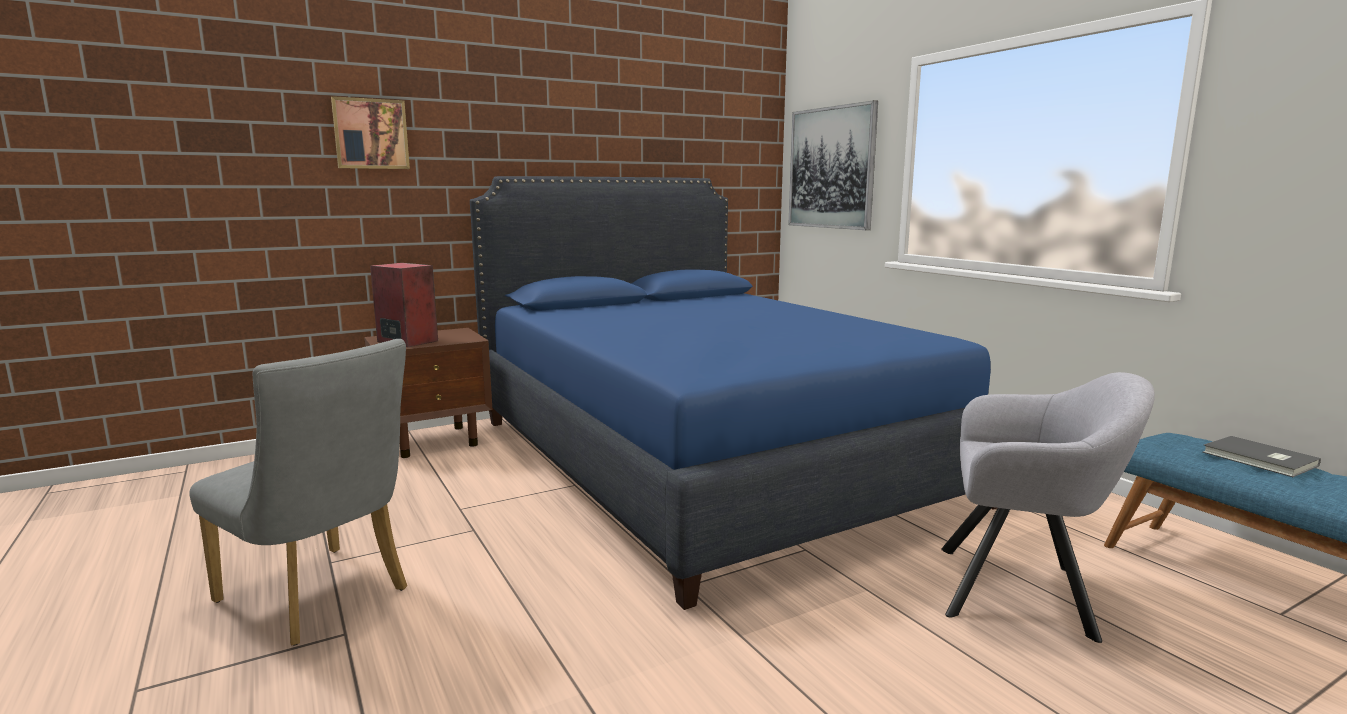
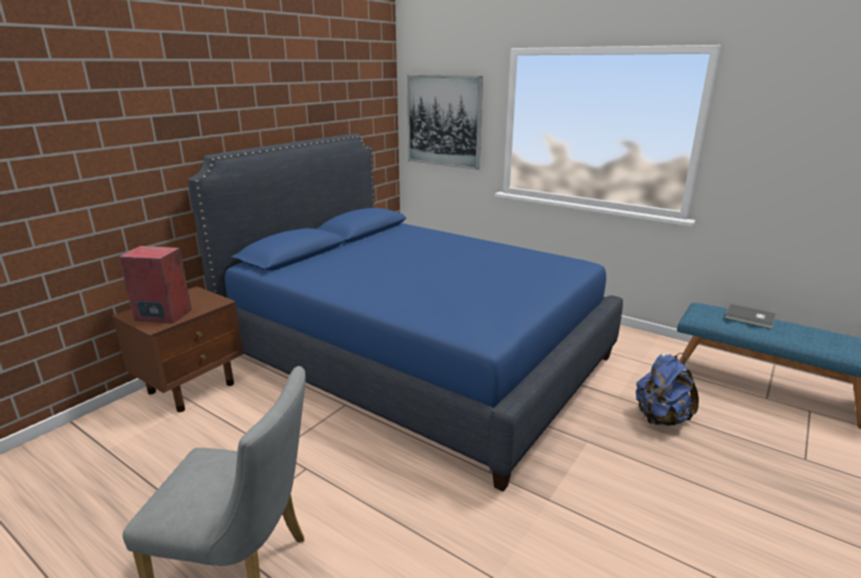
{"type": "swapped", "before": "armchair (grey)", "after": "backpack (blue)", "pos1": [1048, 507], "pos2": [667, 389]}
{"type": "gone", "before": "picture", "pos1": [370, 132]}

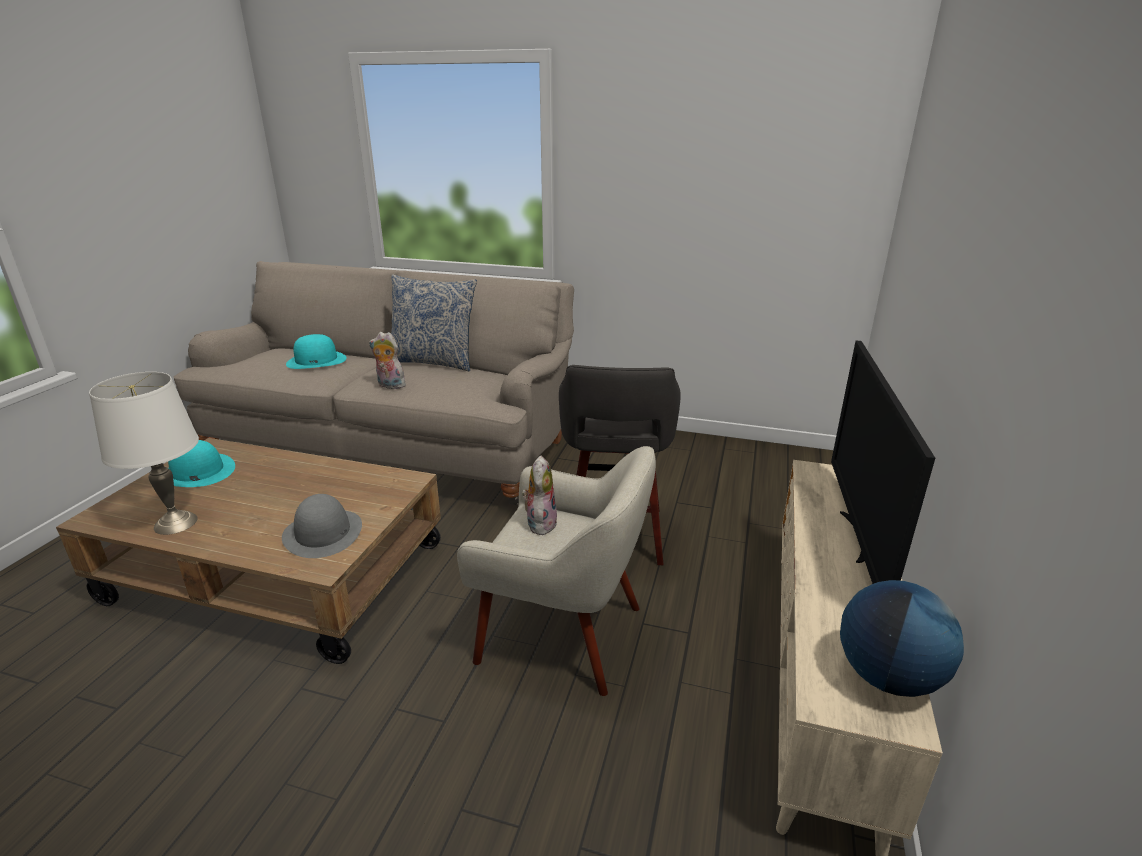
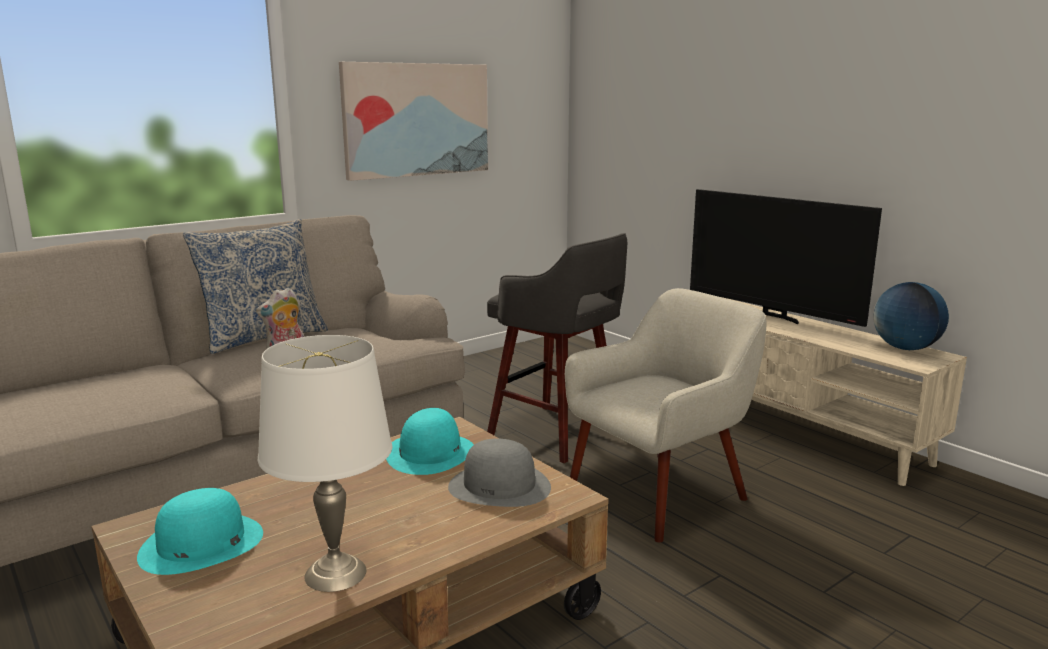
{"type": "new", "after": "picture", "pos2": [413, 121]}
{"type": "shifted", "before": "hat (turquoise)", "pos1": [316, 351], "pos2": [430, 441]}
{"type": "gone", "before": "plush toy", "pos1": [539, 495]}

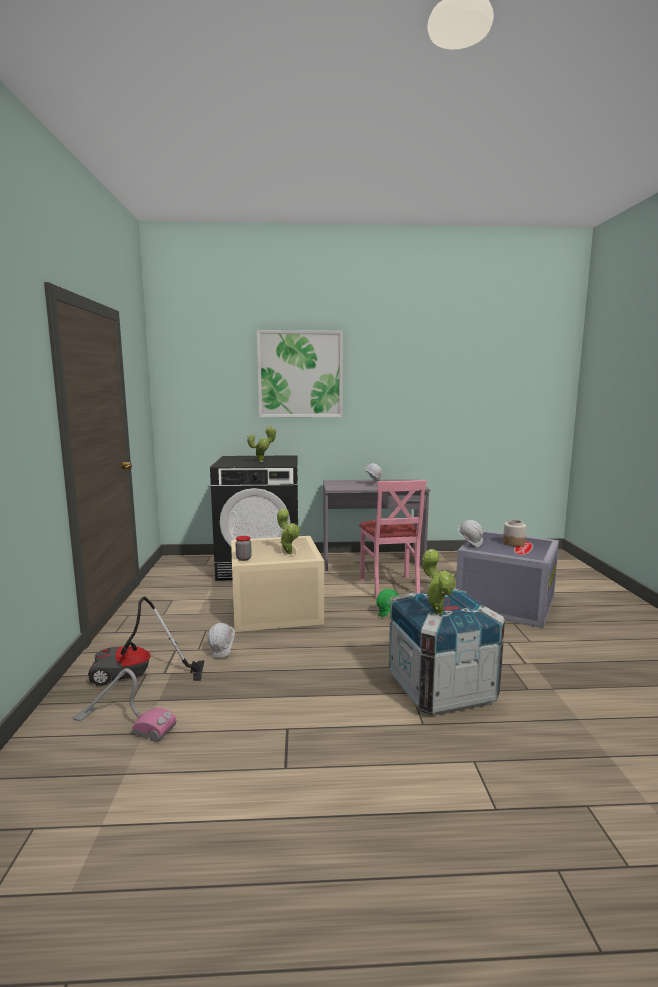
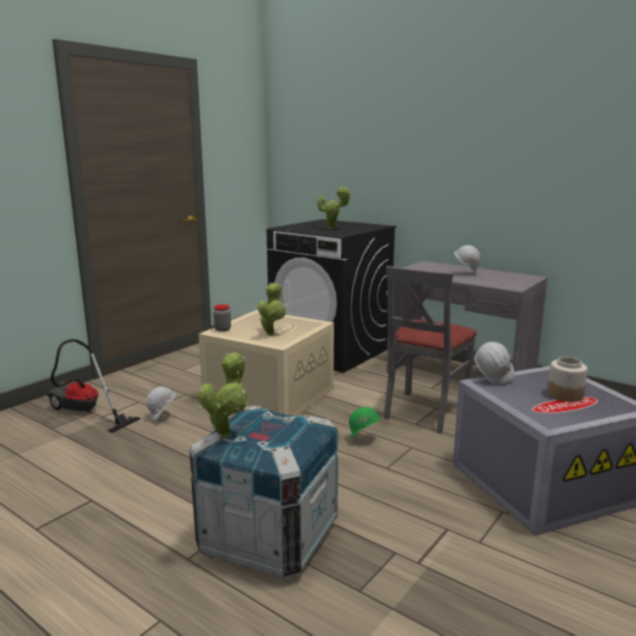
{"type": "repainted", "before": "chair (pink)", "after": "chair (grey)", "pos1": [393, 539], "pos2": [430, 349]}
{"type": "gone", "before": "vacuum cleaner", "pos1": [124, 705]}
{"type": "gone", "before": "picture", "pos1": [300, 374]}

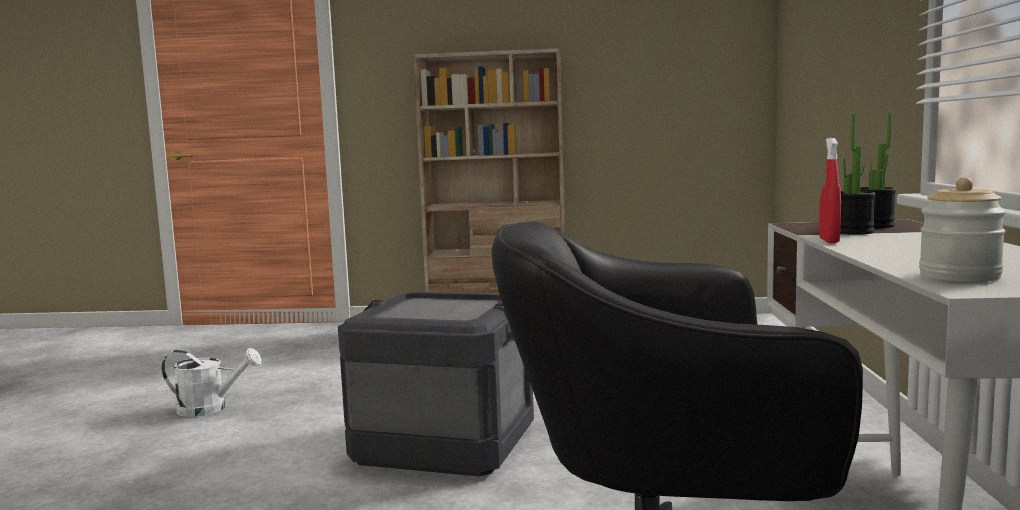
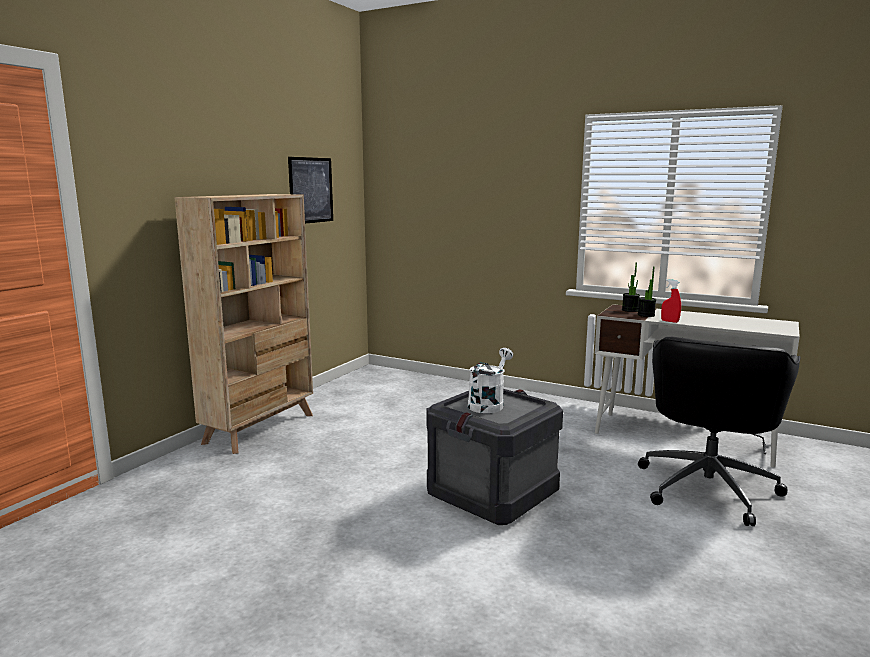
{"type": "new", "after": "picture", "pos2": [310, 190]}
{"type": "shifted", "before": "watering can (white)", "pos1": [211, 382], "pos2": [490, 380]}
{"type": "gone", "before": "jar", "pos1": [963, 229]}

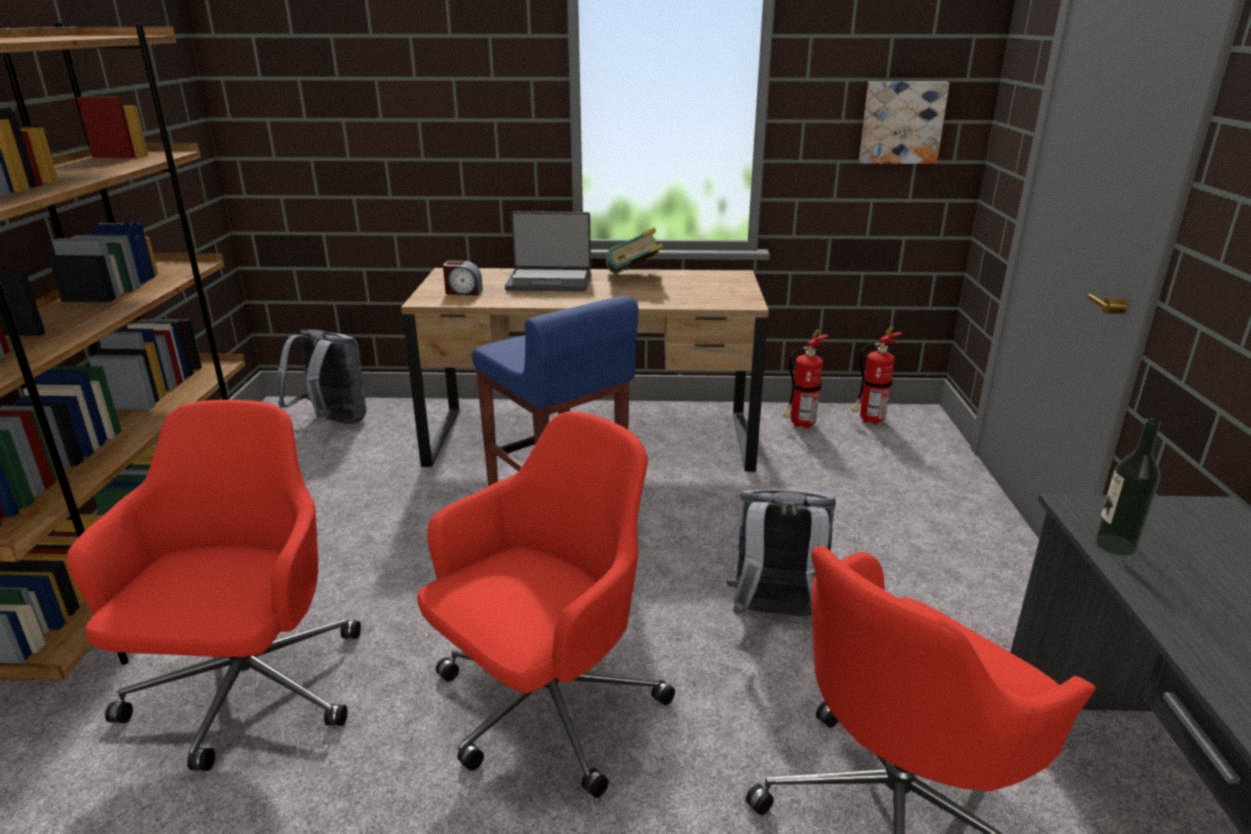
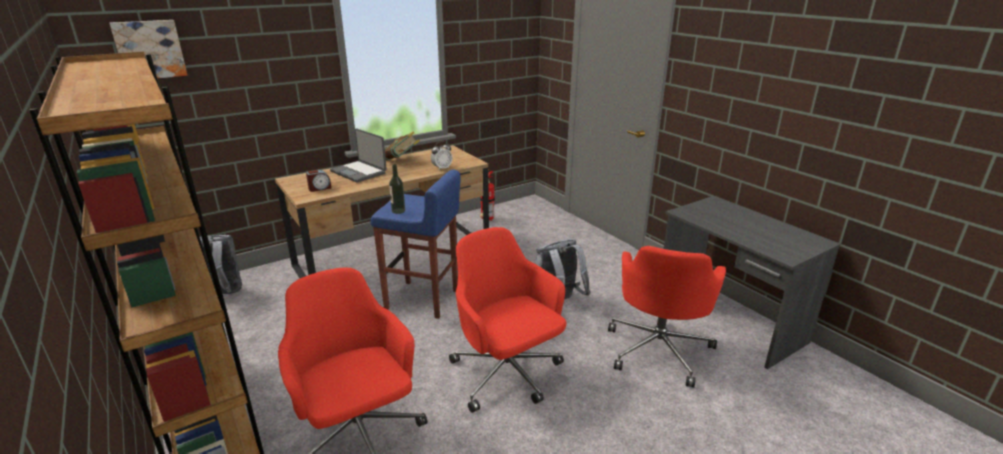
{"type": "shifted", "before": "picture", "pos1": [904, 122], "pos2": [148, 49]}
{"type": "rotated", "before": "laptop", "pos1": [548, 251], "pos2": [358, 155], "turn": 75}
{"type": "shifted", "before": "bottle", "pos1": [1128, 487], "pos2": [397, 189]}
{"type": "new", "after": "alarm clock", "pos2": [441, 156]}
{"type": "rotated", "before": "office chair (red)", "pos1": [546, 604], "pos2": [507, 320], "turn": -45}
{"type": "gone", "before": "fire extinguisher", "pos1": [876, 375]}

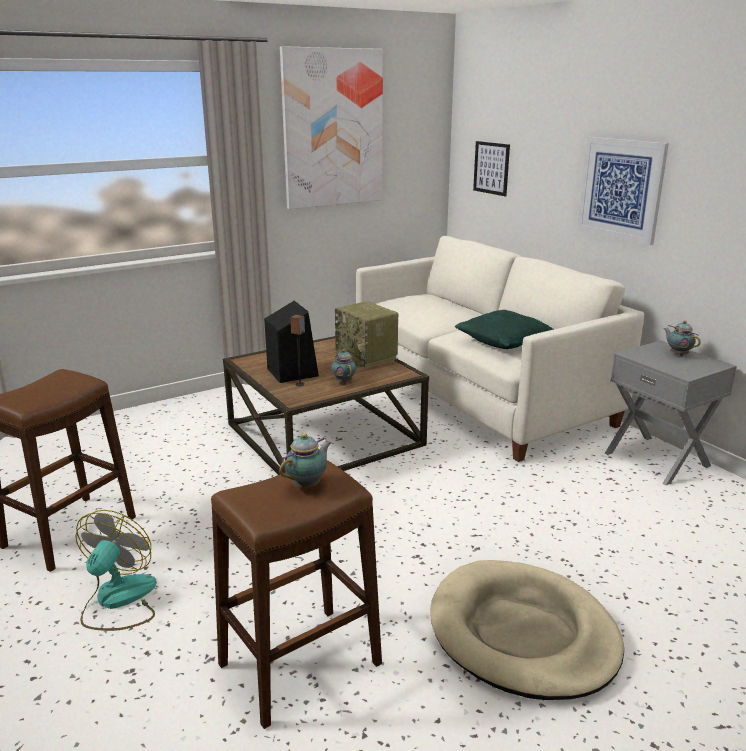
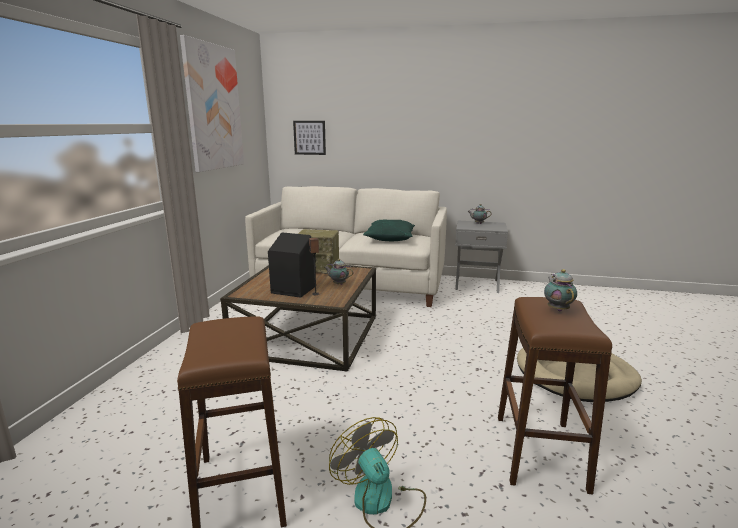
{"type": "gone", "before": "picture", "pos1": [623, 191]}

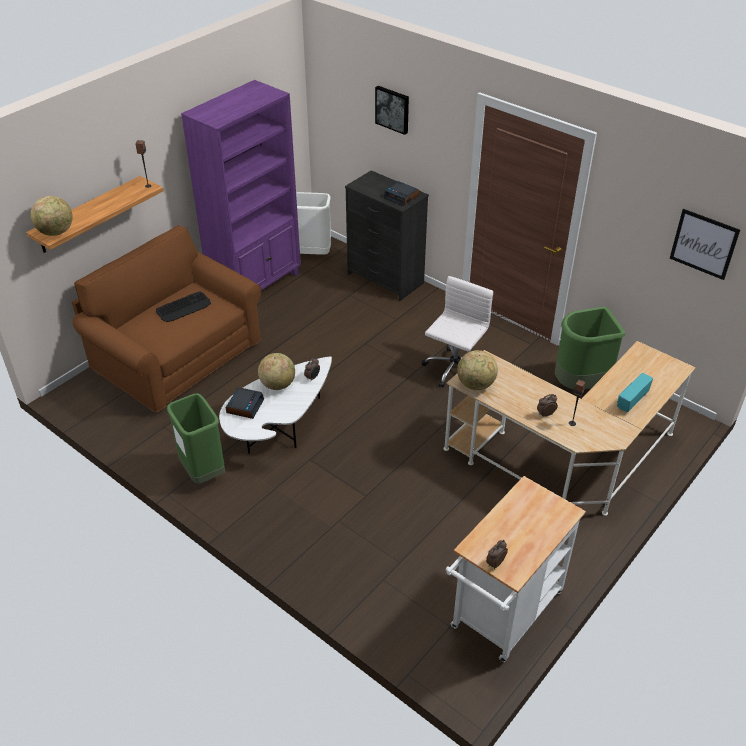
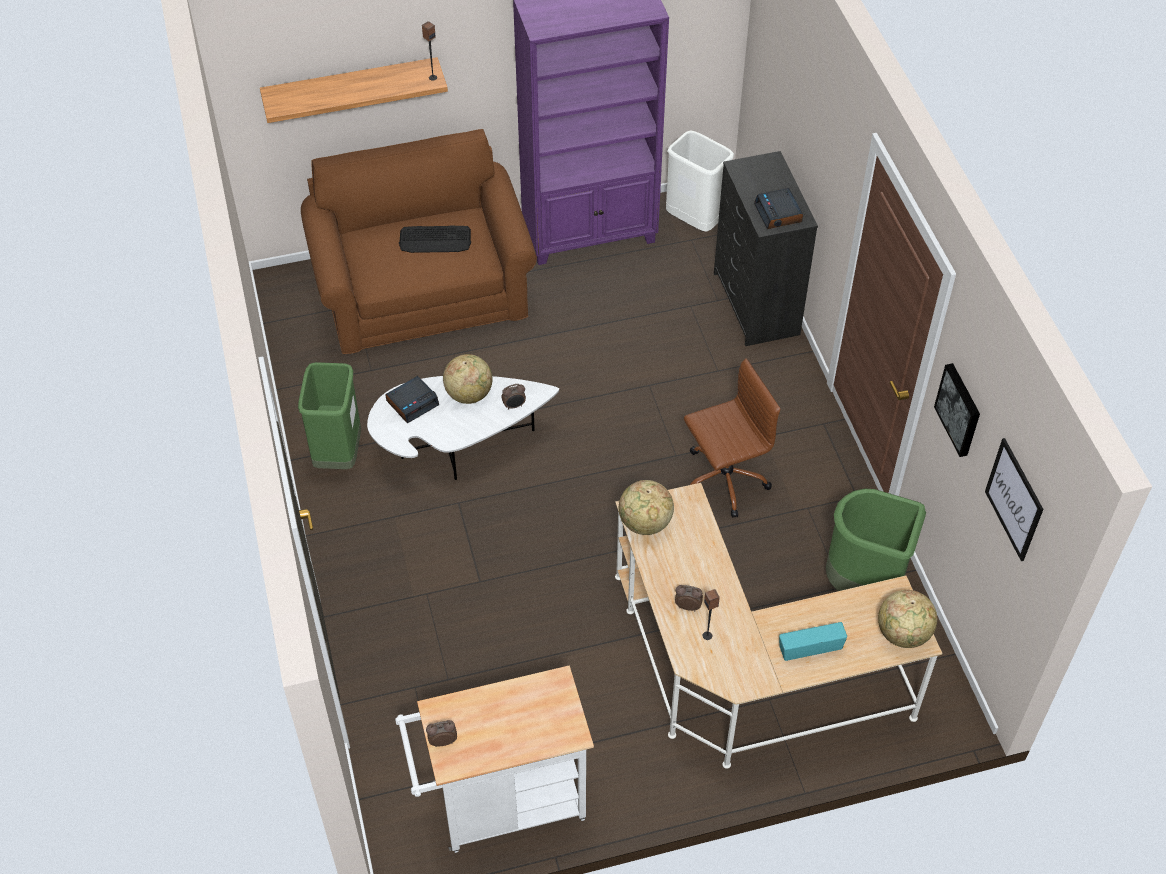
{"type": "repainted", "before": "office chair (white)", "after": "office chair (brown)", "pos1": [457, 332], "pos2": [732, 438]}
{"type": "shifted", "before": "globe", "pos1": [52, 216], "pos2": [907, 619]}
{"type": "shifted", "before": "picture", "pos1": [392, 110], "pos2": [957, 410]}

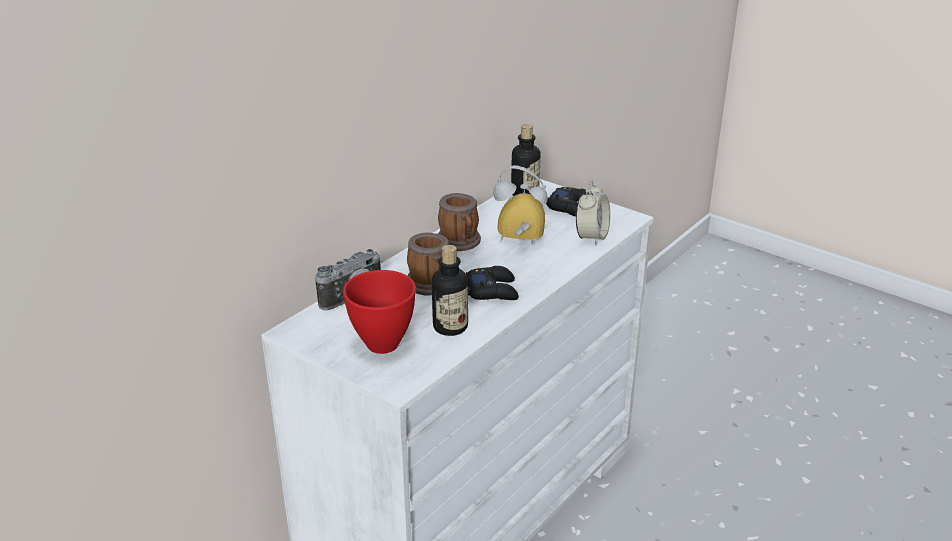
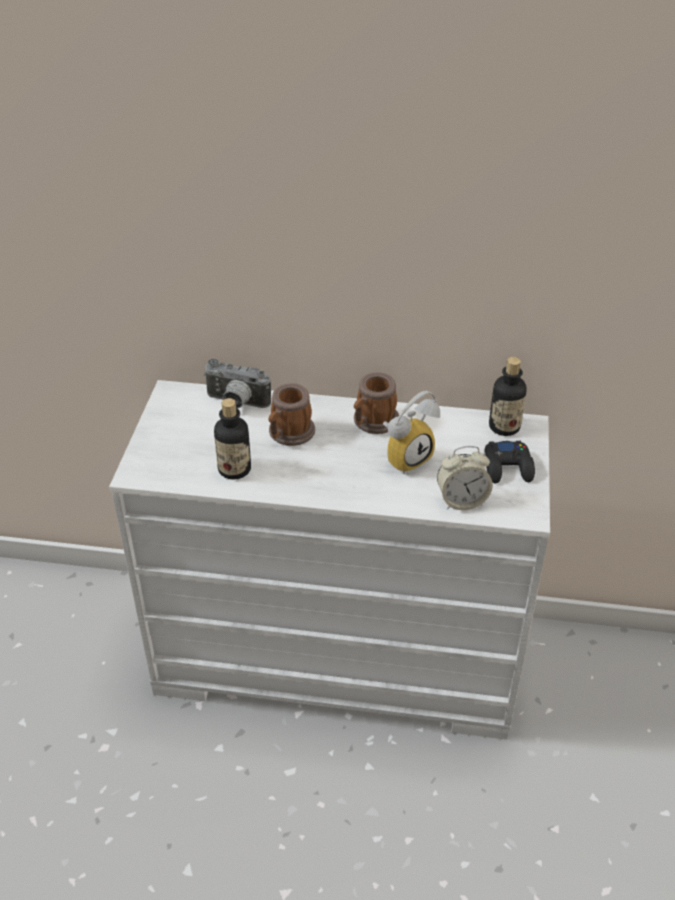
{"type": "rotated", "before": "alarm clock", "pos1": [520, 205], "pos2": [411, 433], "turn": 75}
{"type": "gone", "before": "bowl (red)", "pos1": [379, 312]}
{"type": "gone", "before": "game controller (black)", "pos1": [492, 283]}

